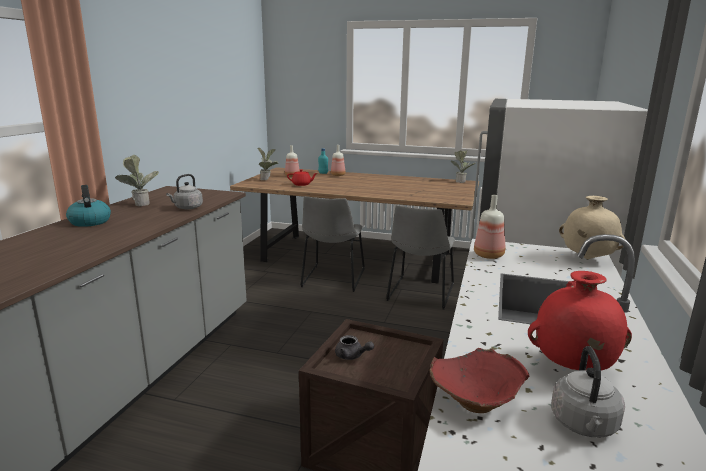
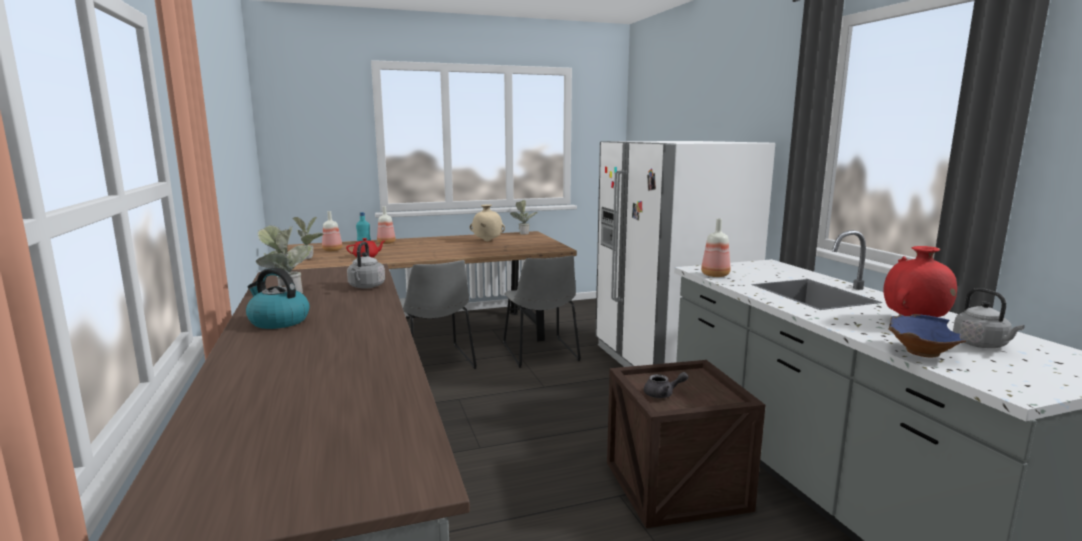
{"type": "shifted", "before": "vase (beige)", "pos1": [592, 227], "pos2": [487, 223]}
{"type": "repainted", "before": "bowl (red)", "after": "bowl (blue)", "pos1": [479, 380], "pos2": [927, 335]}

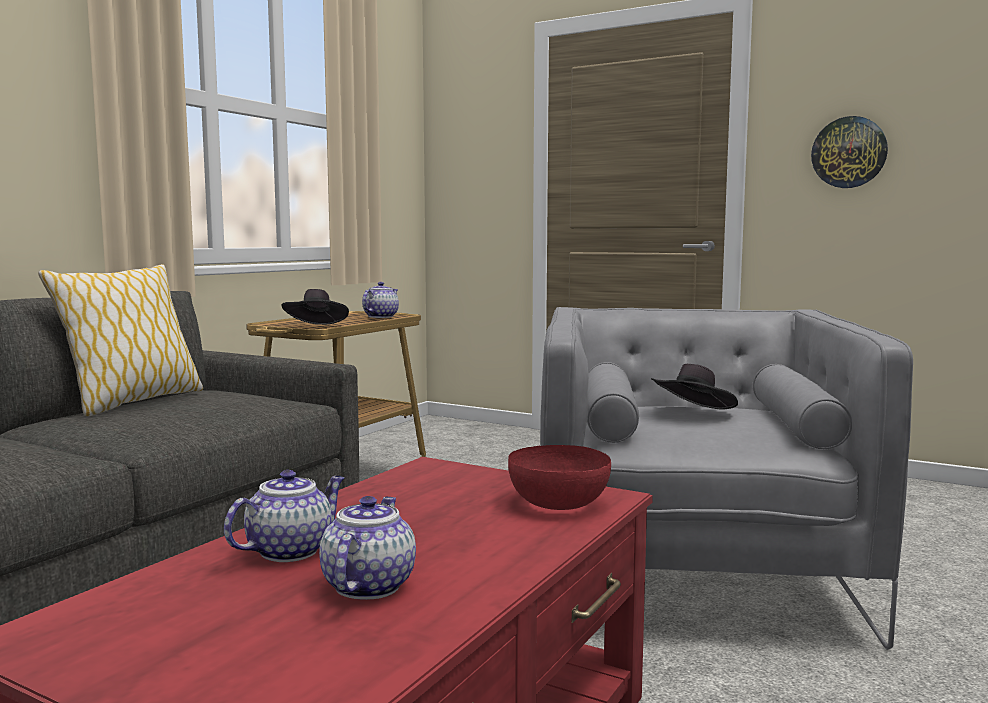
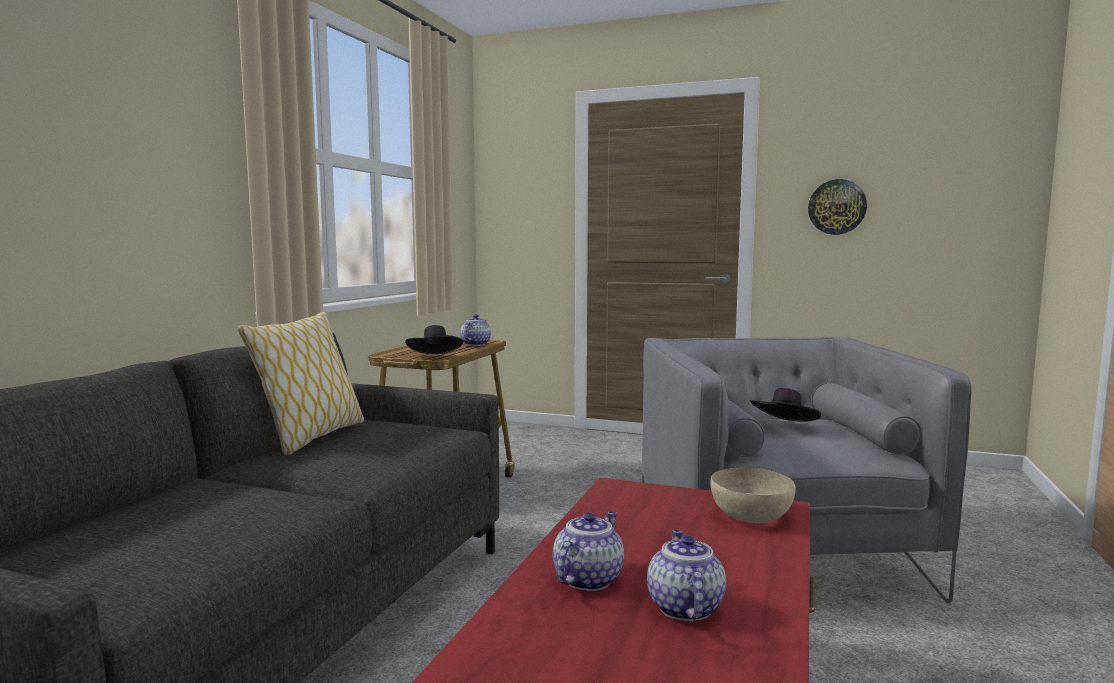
{"type": "repainted", "before": "bowl (red)", "after": "bowl (beige)", "pos1": [559, 477], "pos2": [753, 495]}

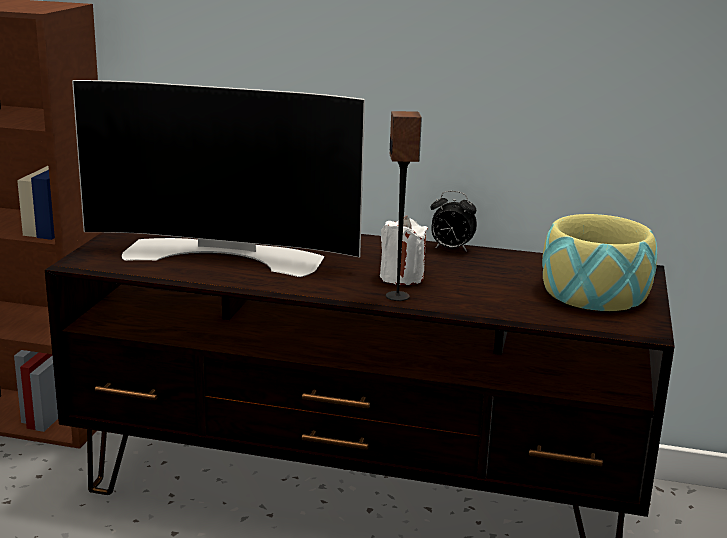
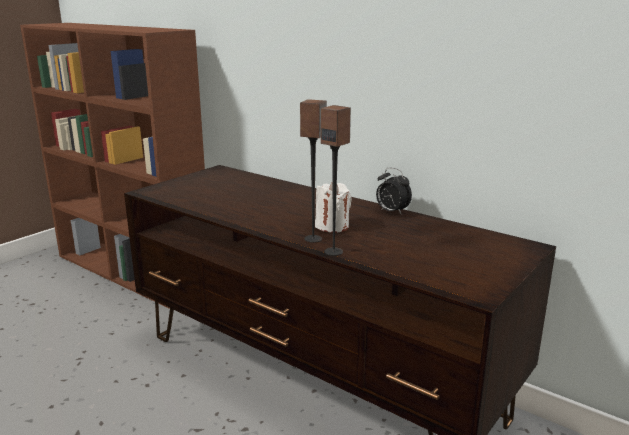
{"type": "new", "after": "speaker", "pos2": [336, 180]}
{"type": "gone", "before": "television", "pos1": [218, 178]}
{"type": "gone", "before": "bowl", "pos1": [599, 262]}

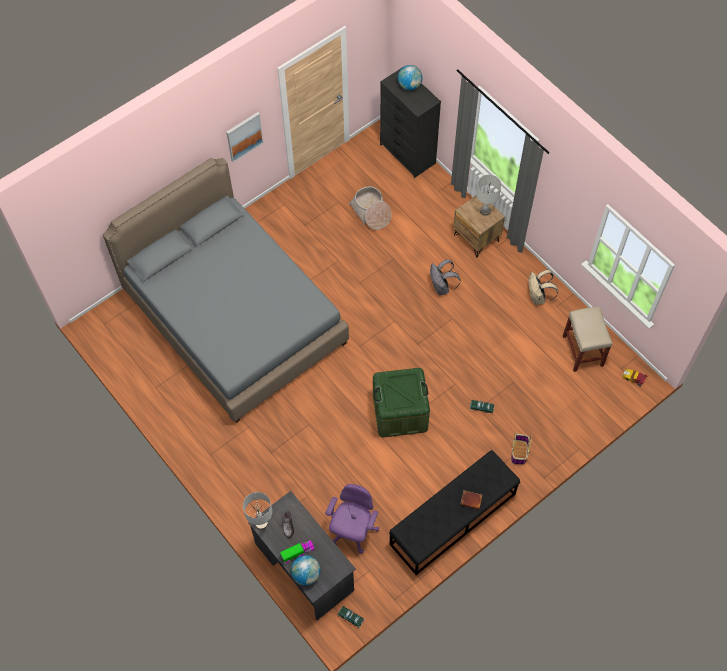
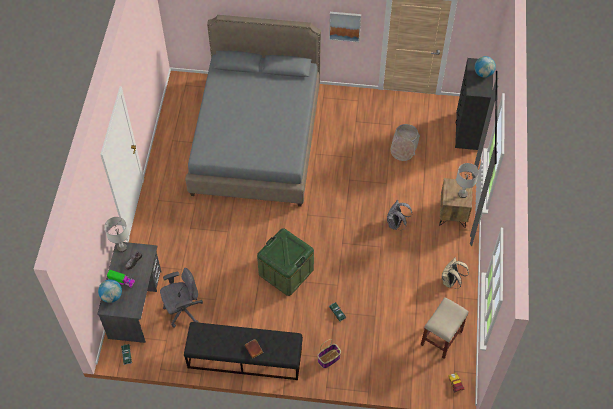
{"type": "repainted", "before": "office chair (purple)", "after": "office chair (grey)", "pos1": [352, 519], "pos2": [181, 298]}

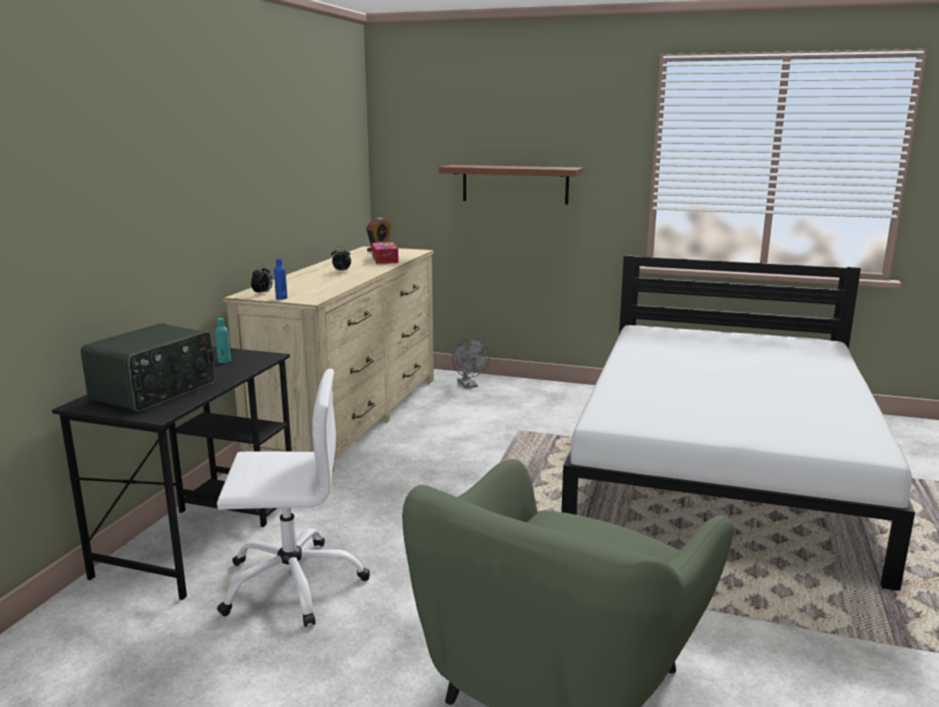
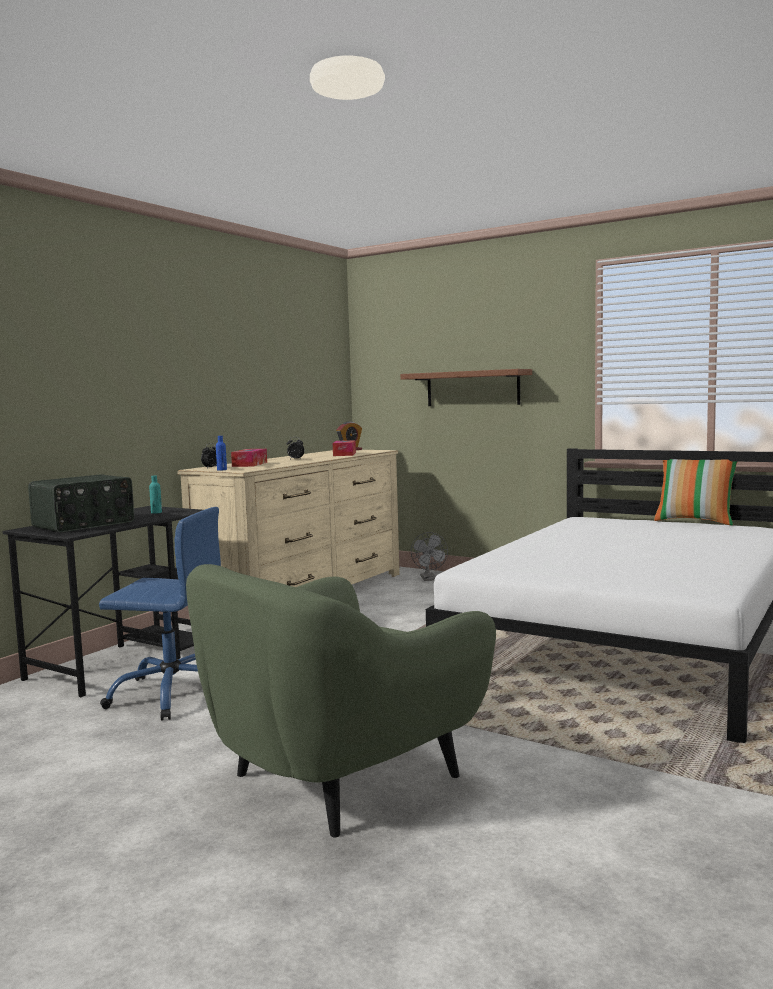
{"type": "repainted", "before": "office chair (white)", "after": "office chair (blue)", "pos1": [293, 498], "pos2": [160, 614]}
{"type": "new", "after": "tissue box", "pos2": [249, 458]}
{"type": "new", "after": "pillow", "pos2": [696, 492]}

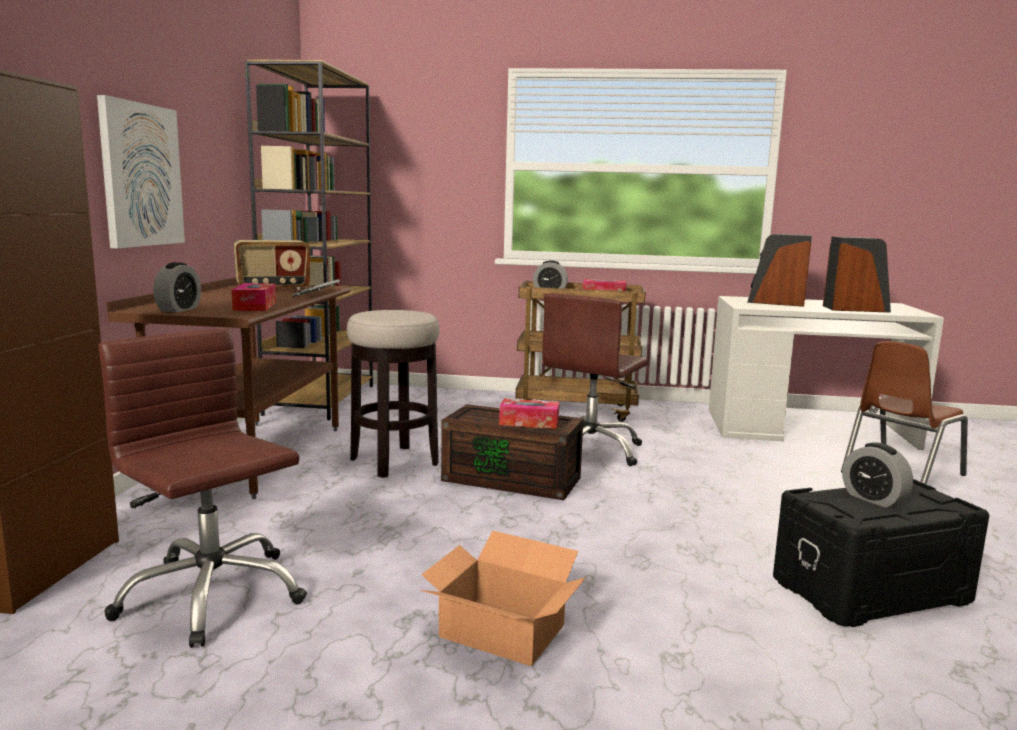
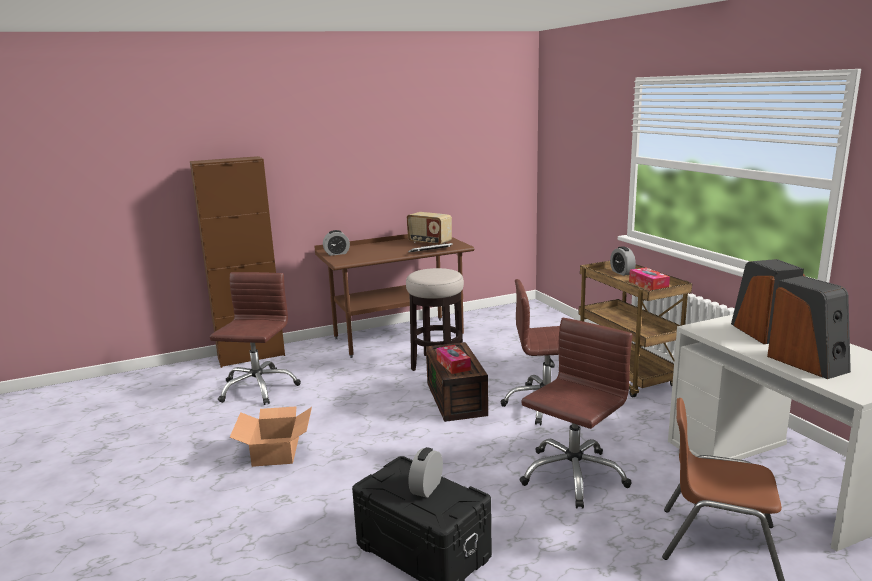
{"type": "new", "after": "office chair (brown)", "pos2": [575, 413]}
{"type": "gone", "before": "picture", "pos1": [141, 171]}
{"type": "gone", "before": "tissue box", "pos1": [253, 297]}
{"type": "gone", "before": "bookcase (brown)", "pos1": [309, 240]}

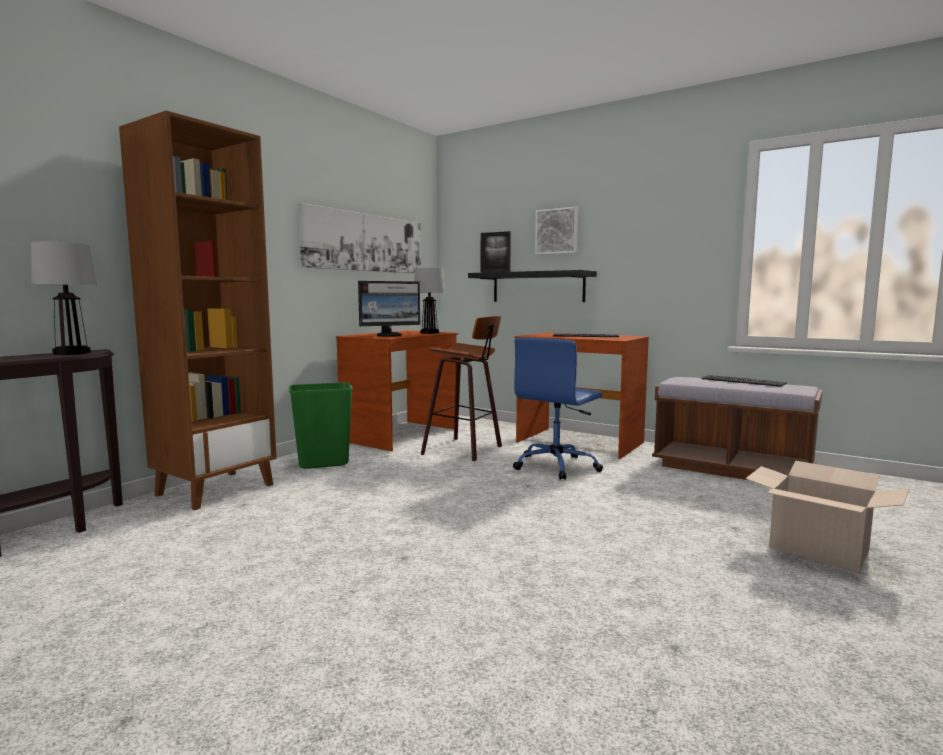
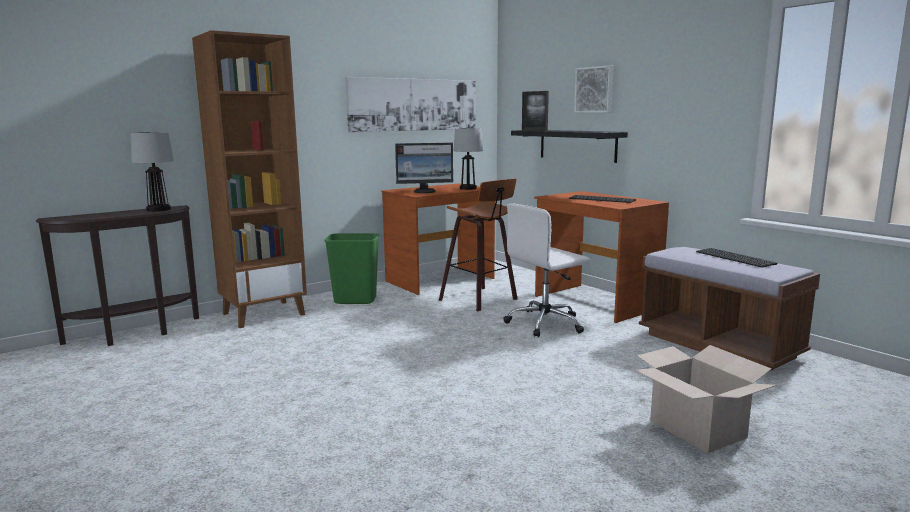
{"type": "repainted", "before": "office chair (blue)", "after": "office chair (white)", "pos1": [558, 408], "pos2": [546, 270]}

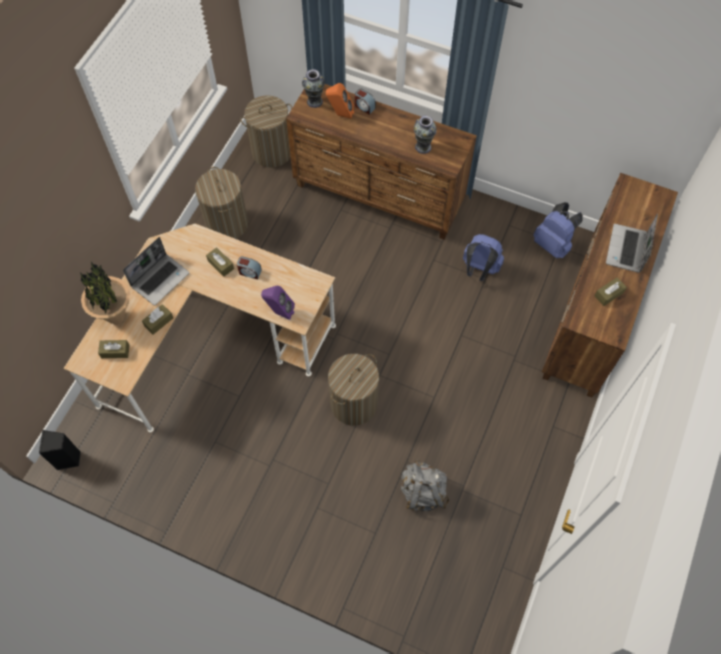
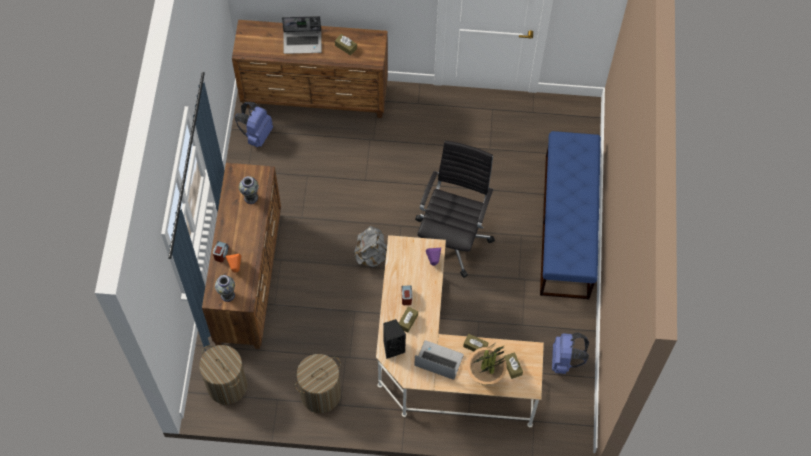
{"type": "shifted", "before": "backpack (grey)", "pos1": [425, 485], "pos2": [370, 246]}
{"type": "shifted", "before": "speaker (black)", "pos1": [60, 450], "pos2": [394, 339]}
{"type": "swapped", "before": "laundry basket", "after": "office chair (black)", "pos1": [353, 390], "pos2": [455, 209]}
{"type": "new", "after": "bench (blue)", "pos2": [570, 215]}
{"type": "shifted", "before": "backpack (blue)", "pos1": [483, 257], "pos2": [570, 353]}

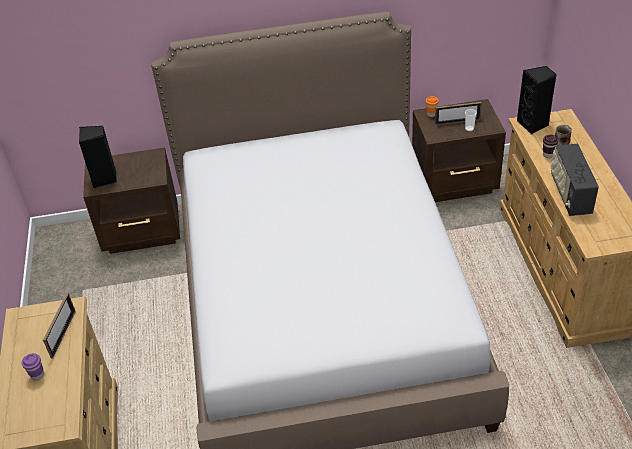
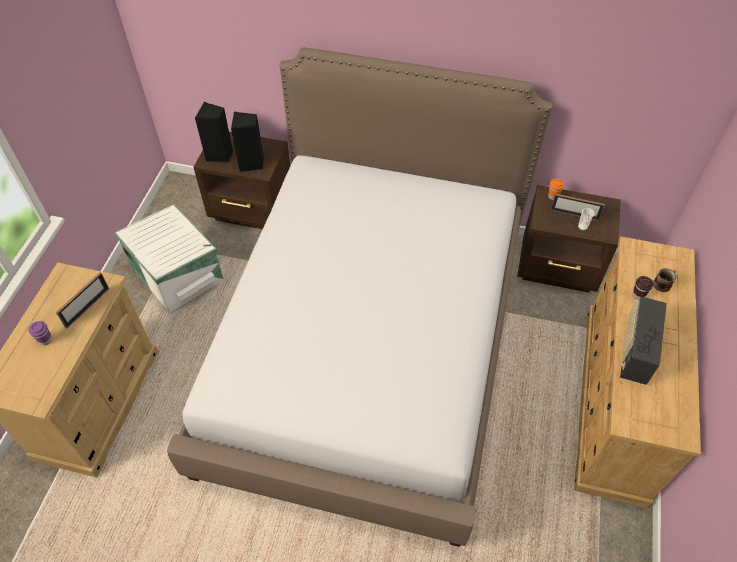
{"type": "new", "after": "storage box (white)", "pos2": [169, 259]}
{"type": "shifted", "before": "speaker (black)", "pos1": [537, 100], "pos2": [247, 141]}

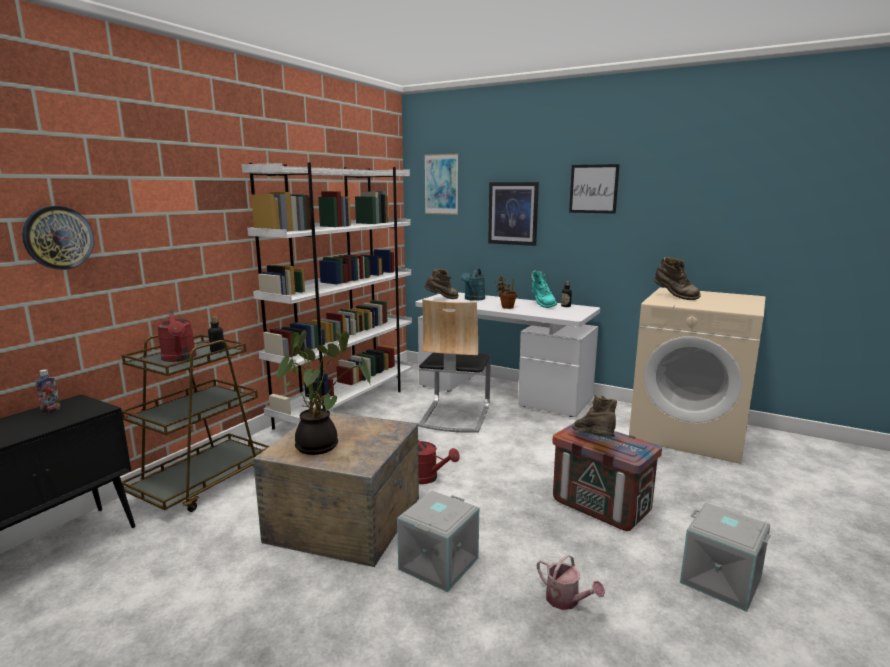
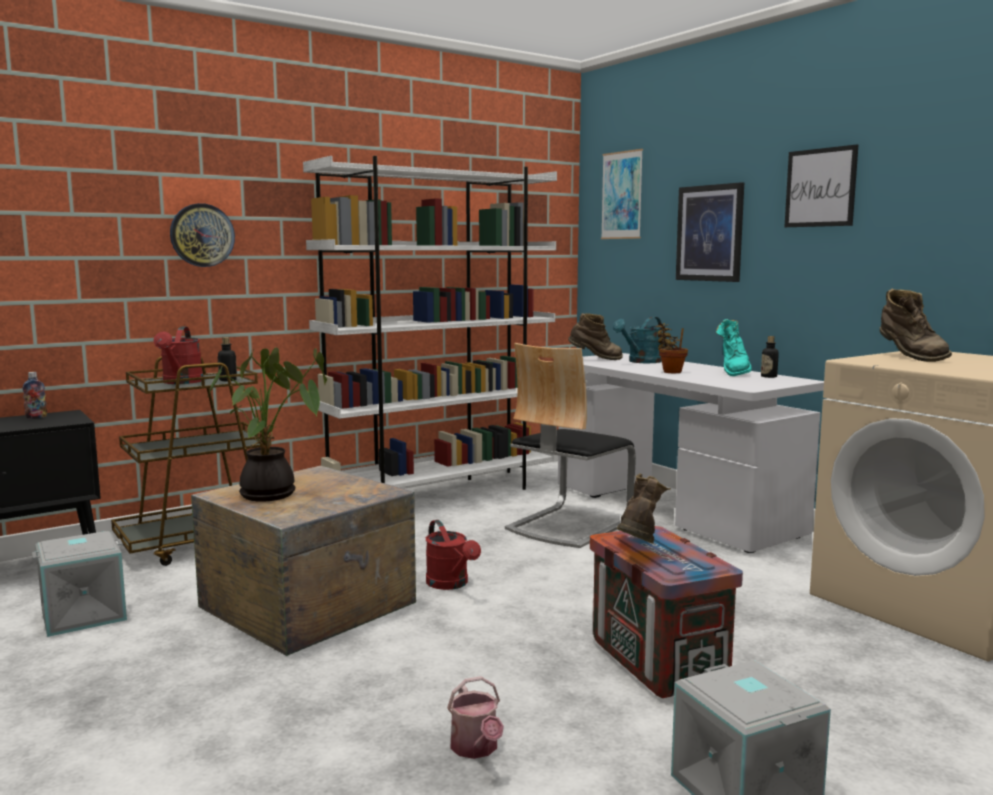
{"type": "shifted", "before": "storage box (grey)", "pos1": [438, 541], "pos2": [79, 584]}
{"type": "shifted", "before": "wall clock", "pos1": [58, 238], "pos2": [202, 235]}

